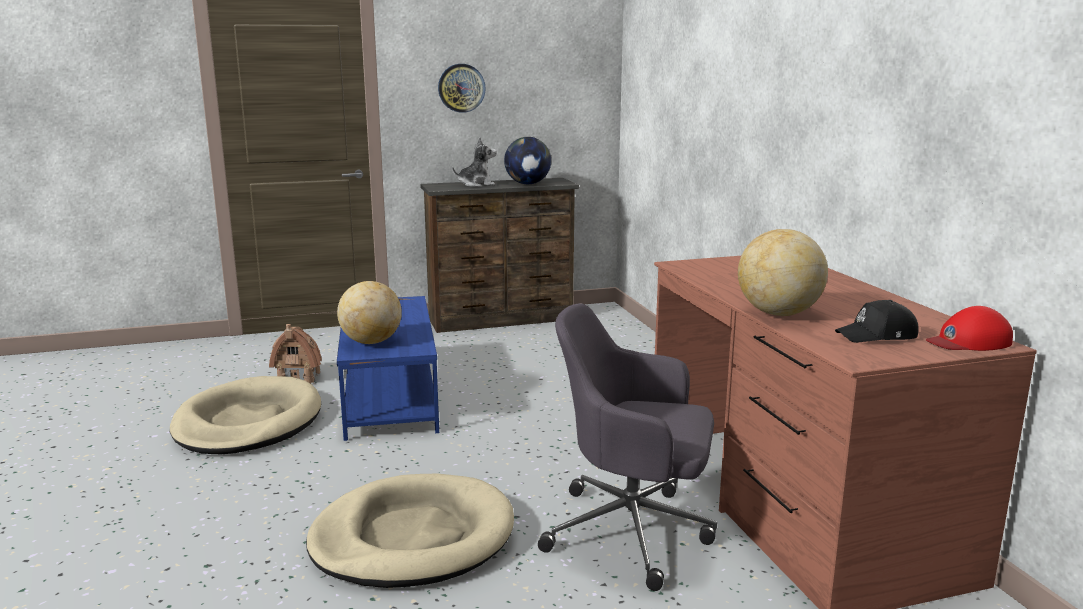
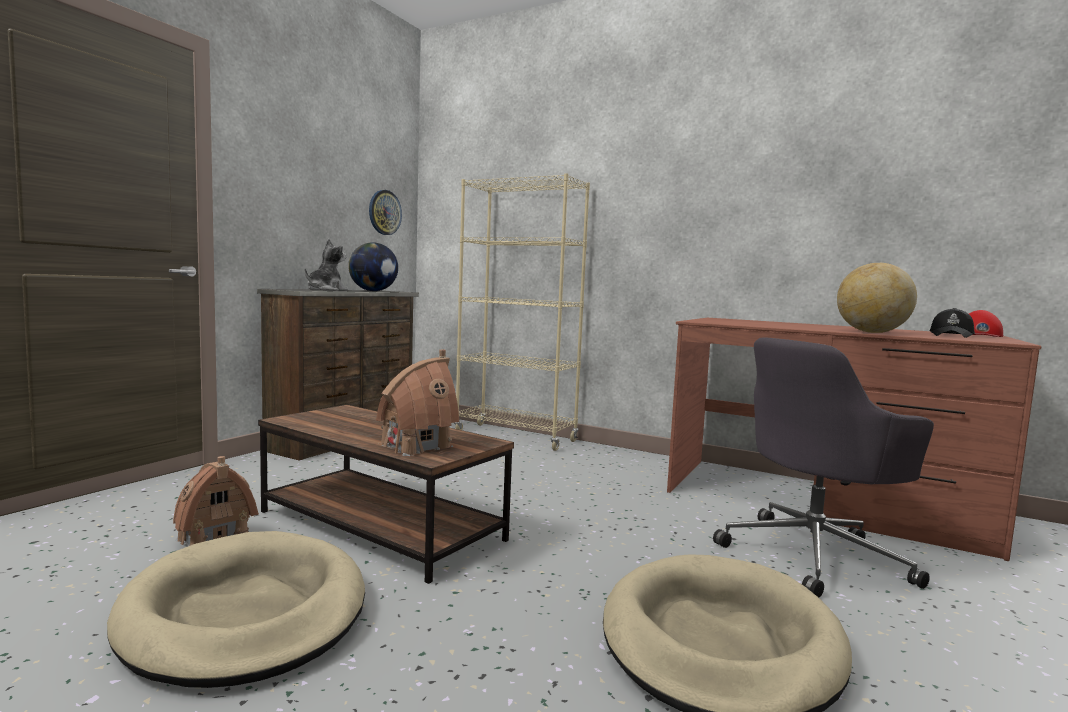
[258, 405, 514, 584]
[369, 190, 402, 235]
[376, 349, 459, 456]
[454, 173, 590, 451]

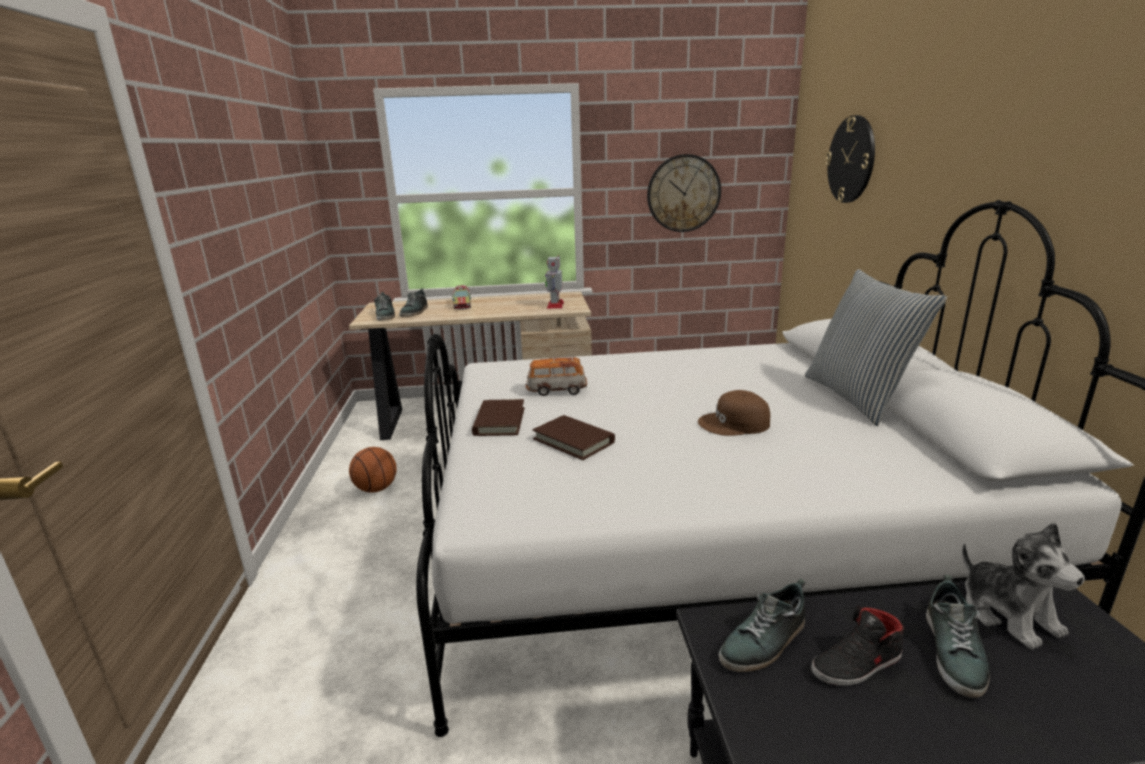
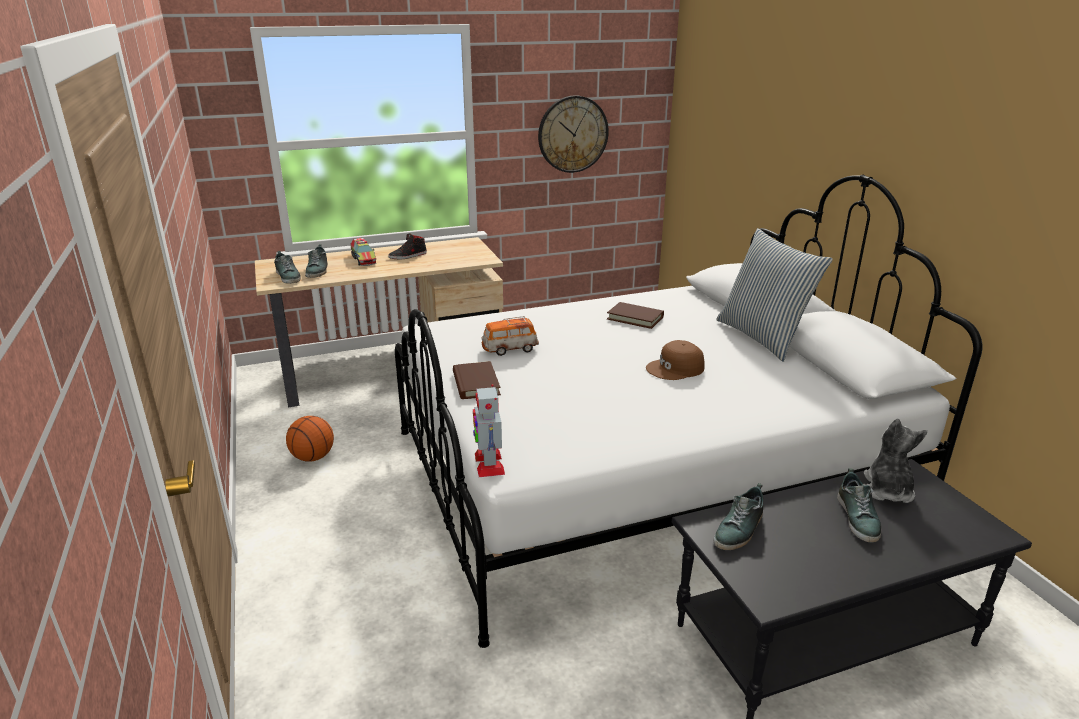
[388, 233, 427, 260]
[473, 384, 505, 477]
[607, 302, 664, 329]
[863, 418, 927, 503]
[825, 115, 875, 203] (first image)

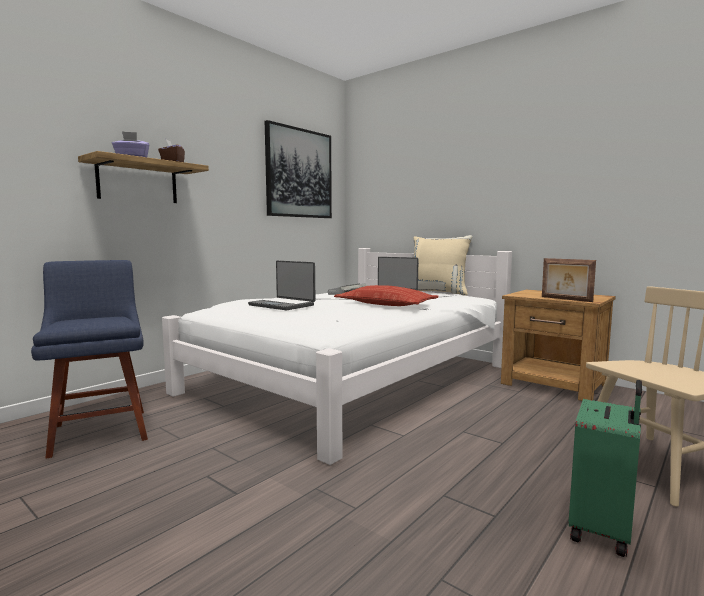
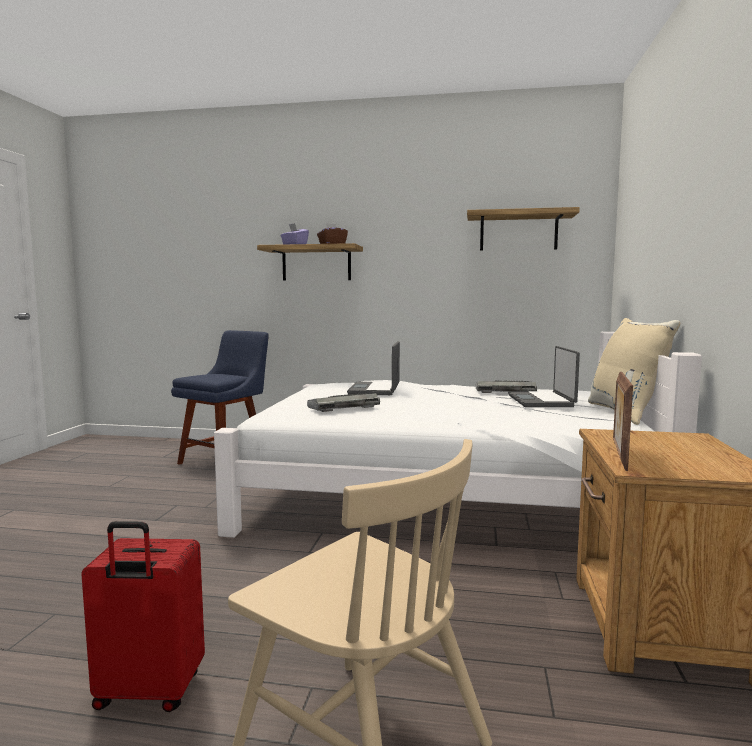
[81, 521, 205, 712]
[307, 393, 380, 412]
[467, 207, 580, 251]
[334, 285, 439, 306] (first image)

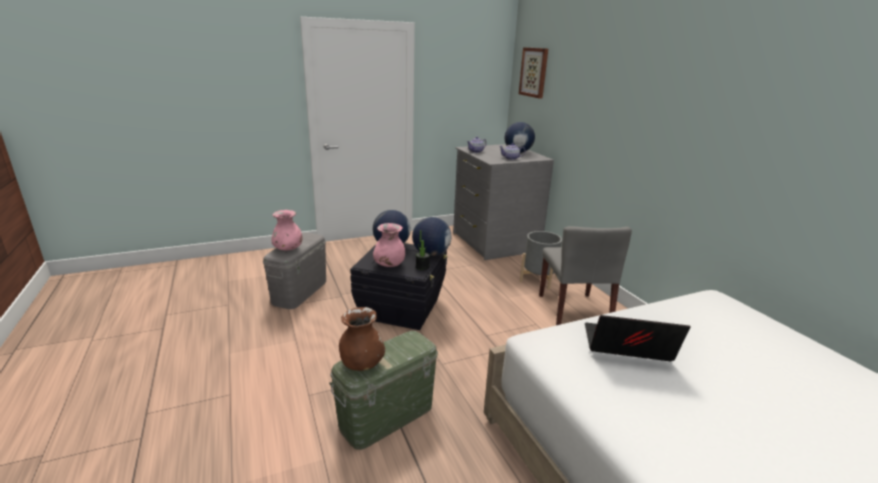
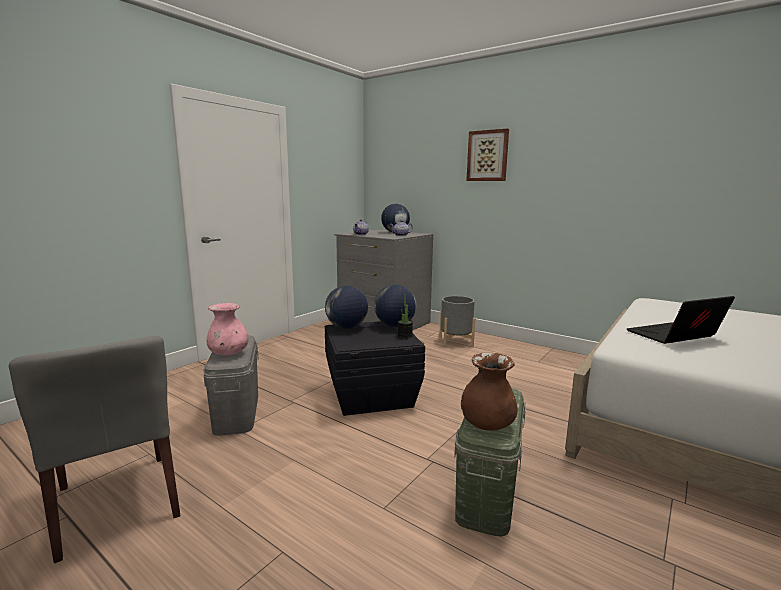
[9, 335, 180, 563]
[466, 128, 509, 181]
[373, 223, 405, 267] (first image)

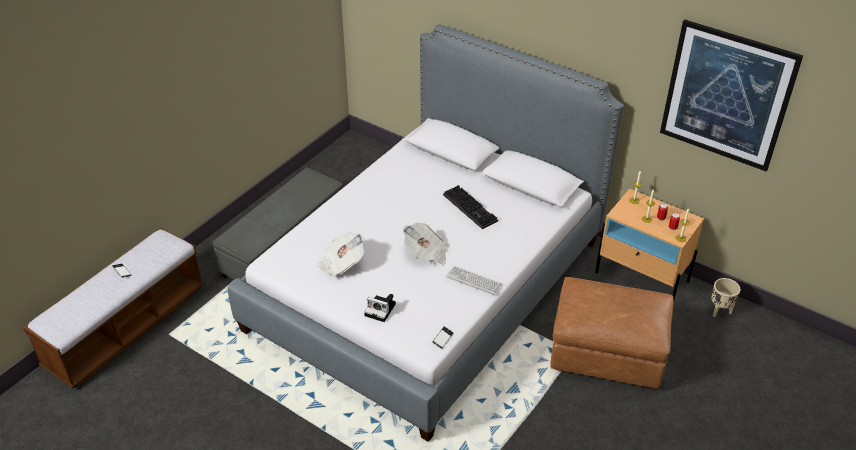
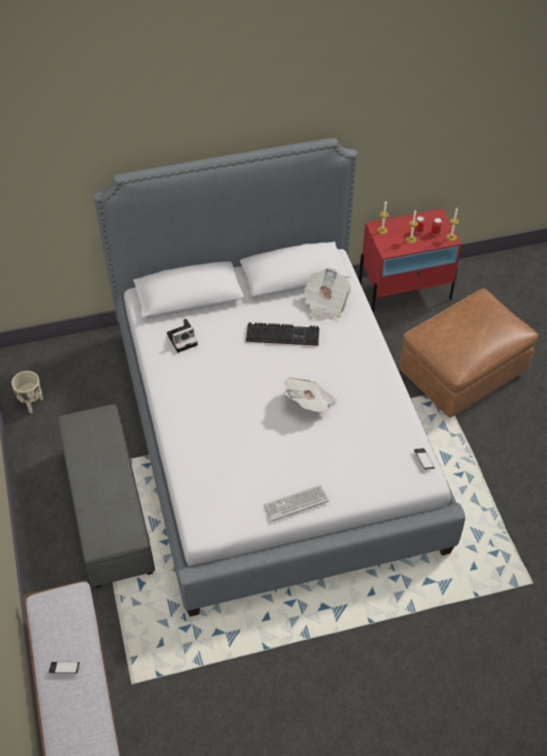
[11, 371, 43, 413]
[167, 319, 198, 353]
[264, 485, 329, 521]
[303, 268, 351, 321]
[359, 208, 462, 313]
[660, 19, 803, 172] (first image)

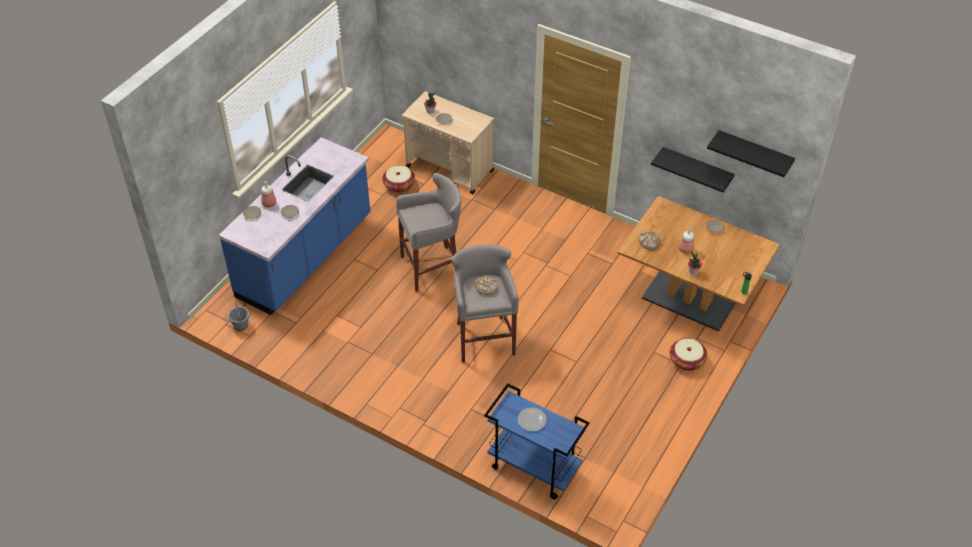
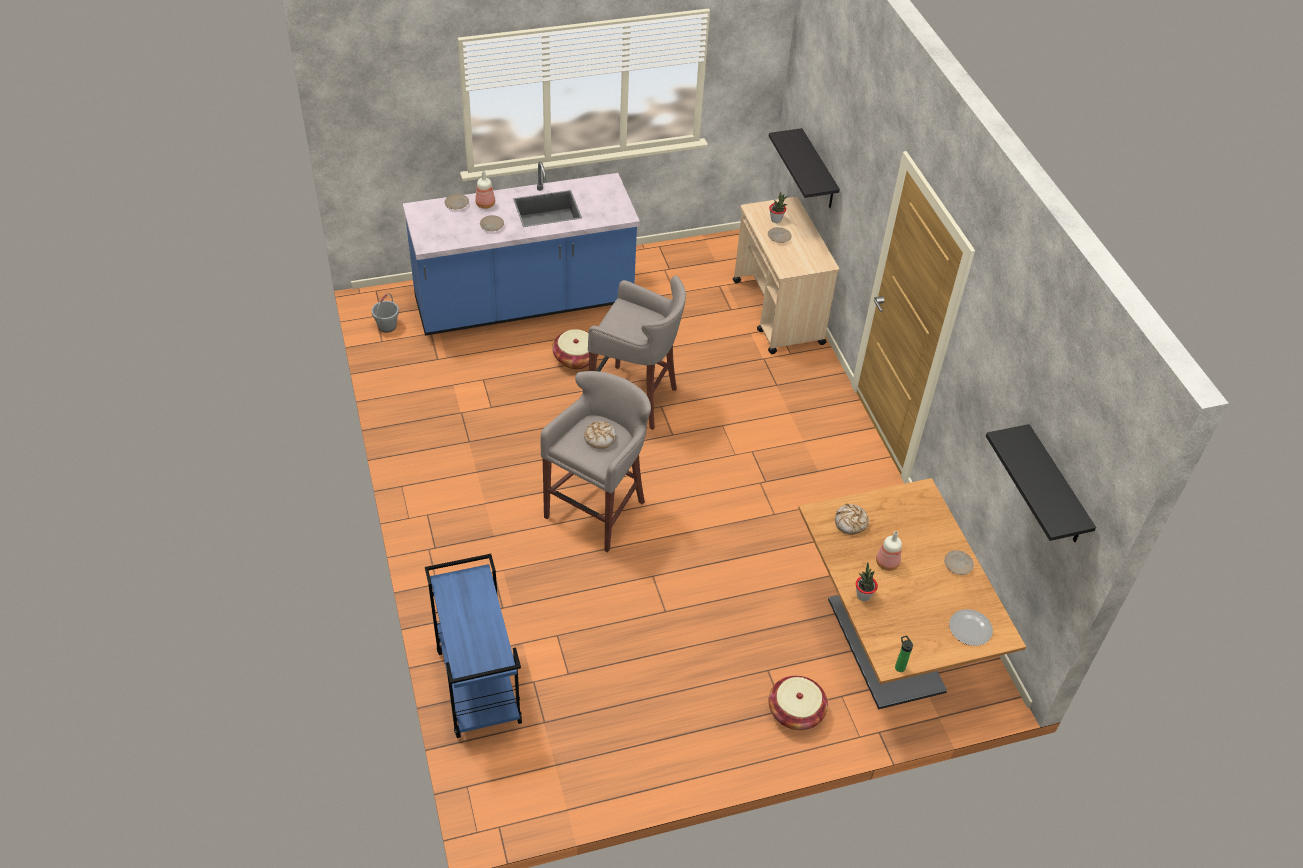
[552, 329, 599, 369]
[769, 128, 840, 208]
[949, 609, 993, 646]

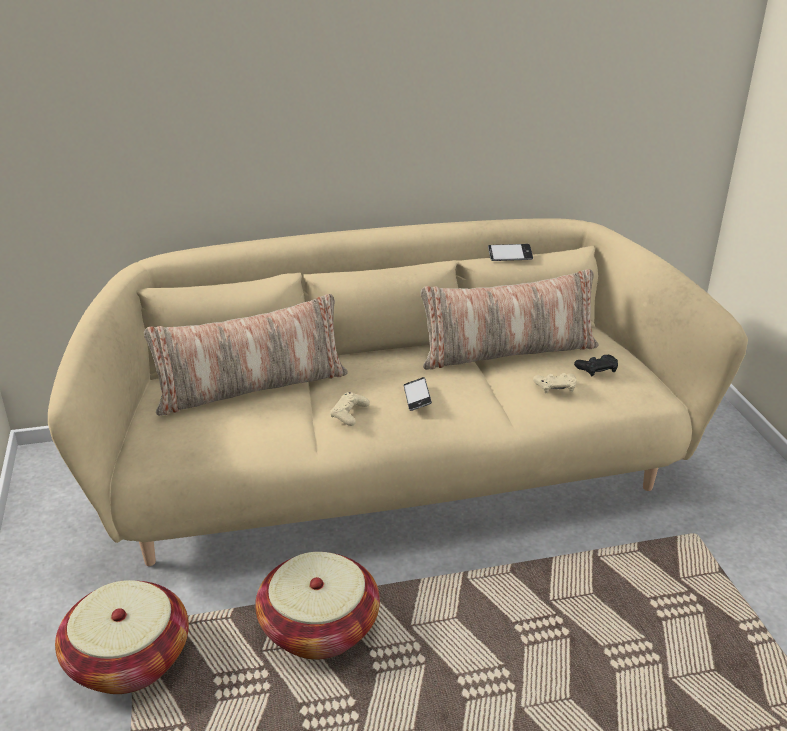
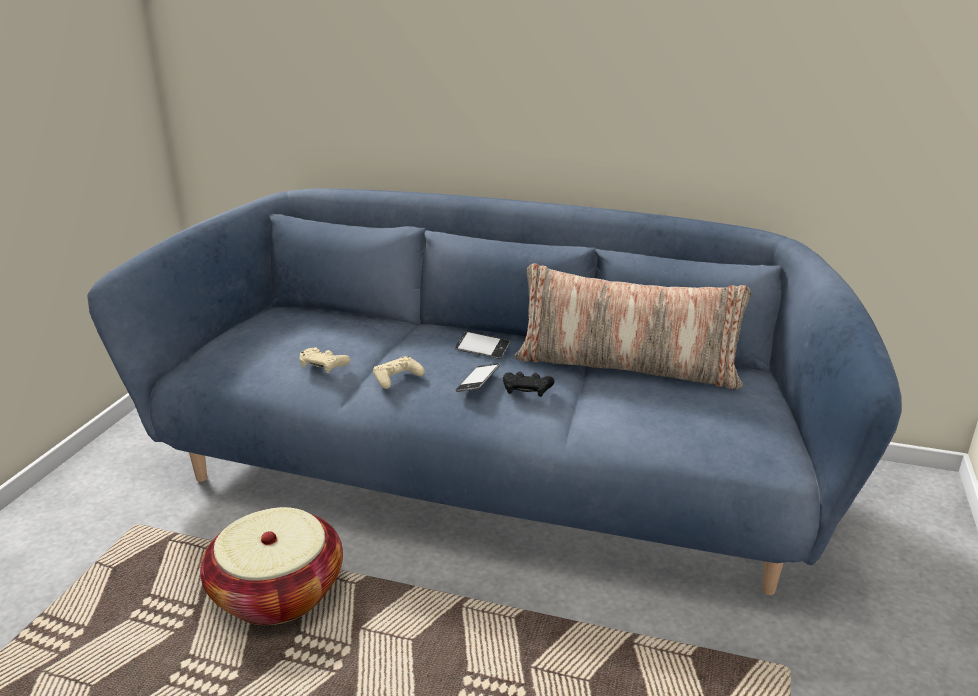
[87, 189, 902, 595]
[299, 347, 350, 373]
[455, 332, 510, 359]
[503, 371, 554, 397]
[55, 580, 189, 694] (first image)
[144, 294, 348, 416] (first image)

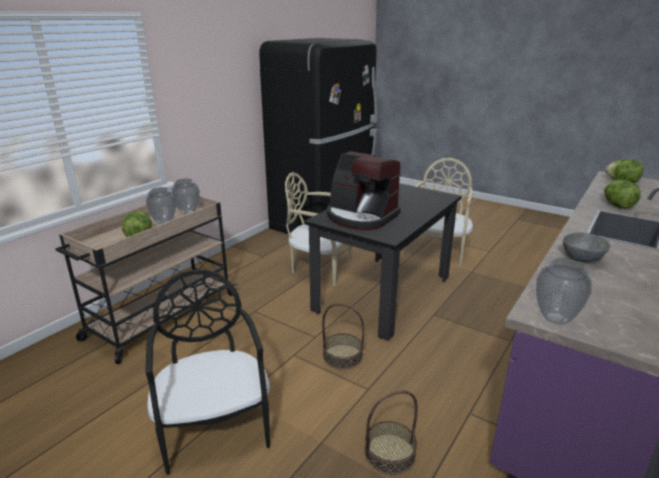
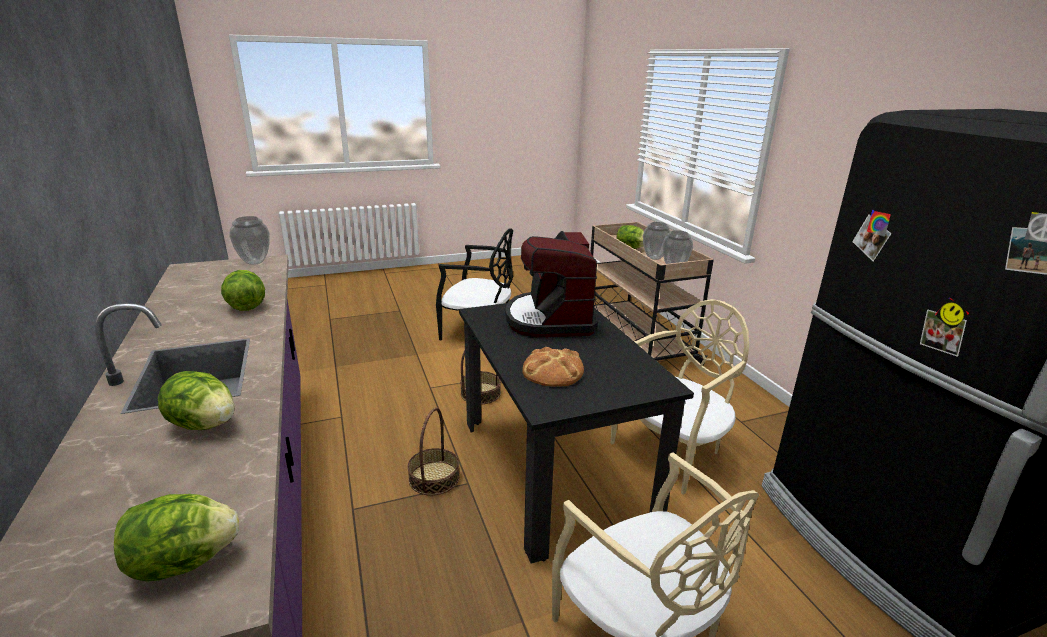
[221, 270, 265, 311]
[407, 407, 460, 495]
[505, 231, 597, 337]
[522, 347, 584, 387]

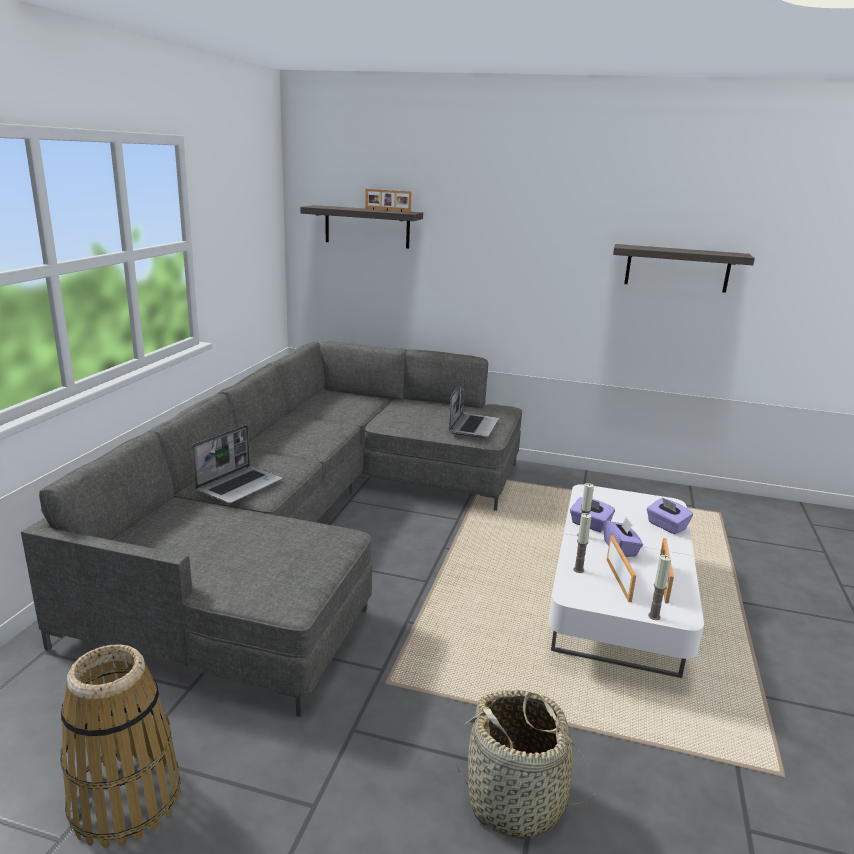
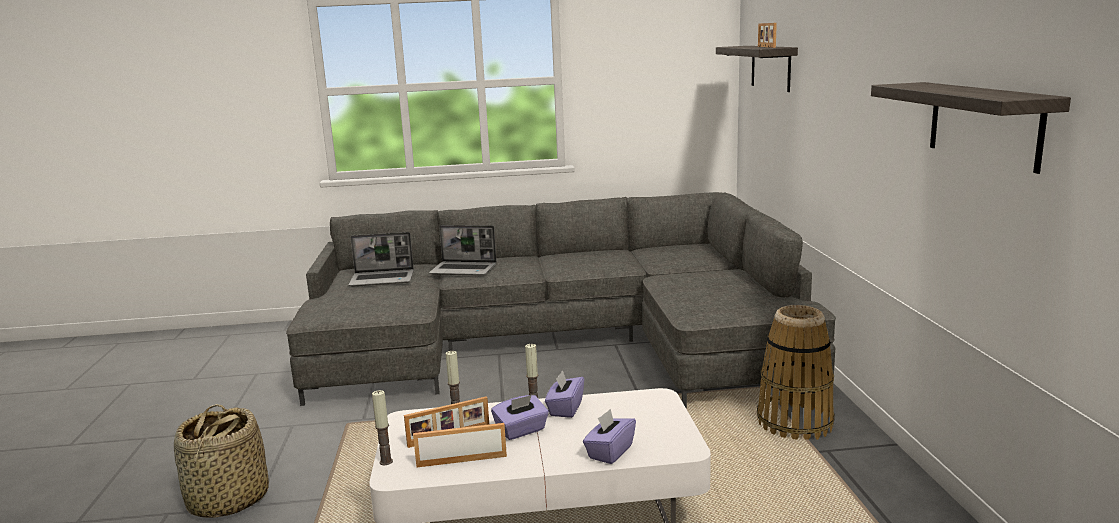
[348, 232, 414, 286]
[757, 305, 835, 440]

